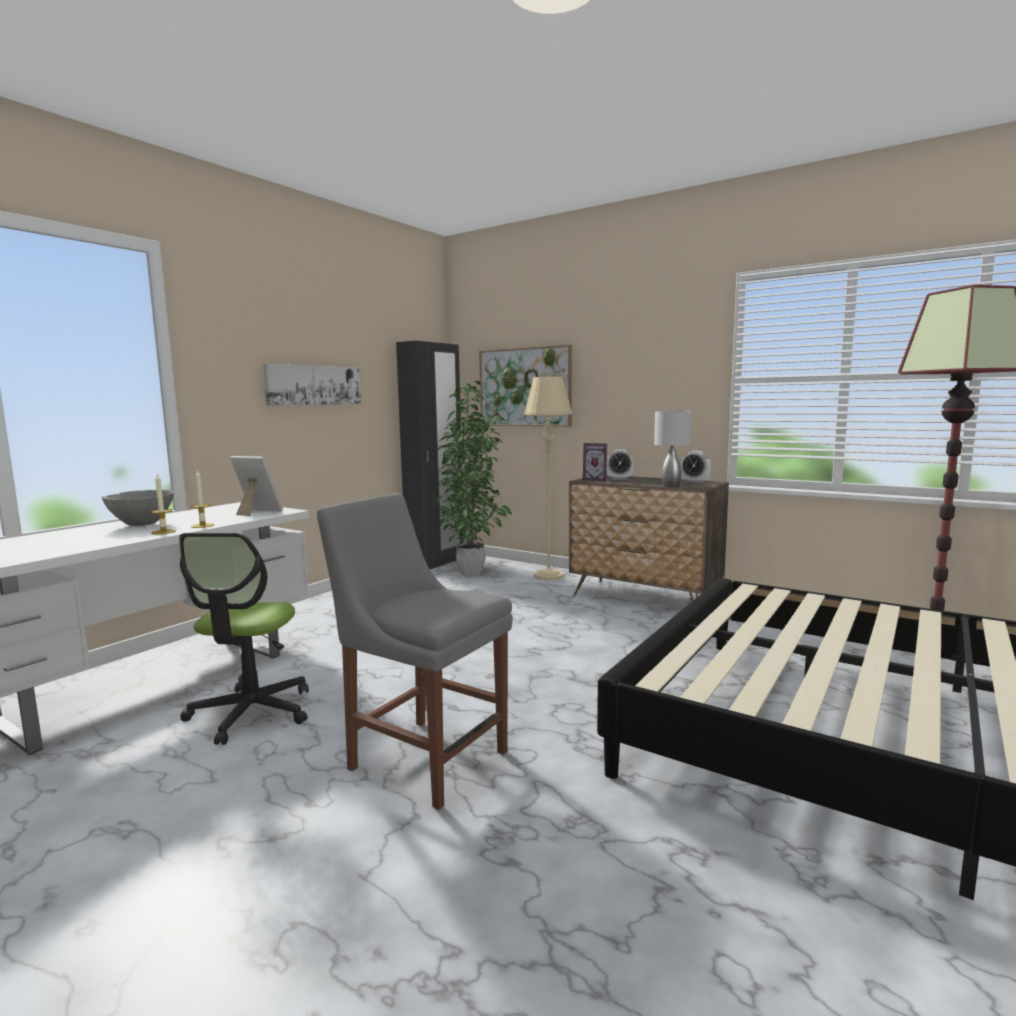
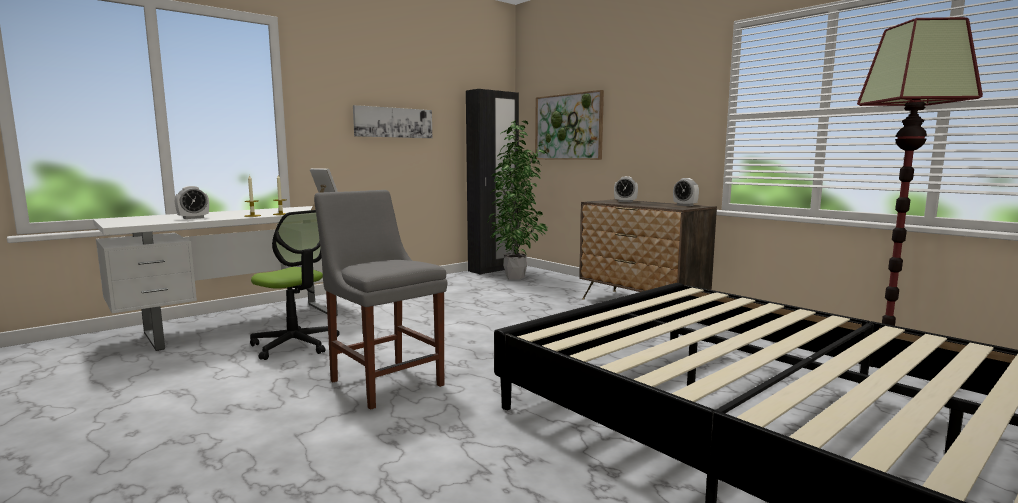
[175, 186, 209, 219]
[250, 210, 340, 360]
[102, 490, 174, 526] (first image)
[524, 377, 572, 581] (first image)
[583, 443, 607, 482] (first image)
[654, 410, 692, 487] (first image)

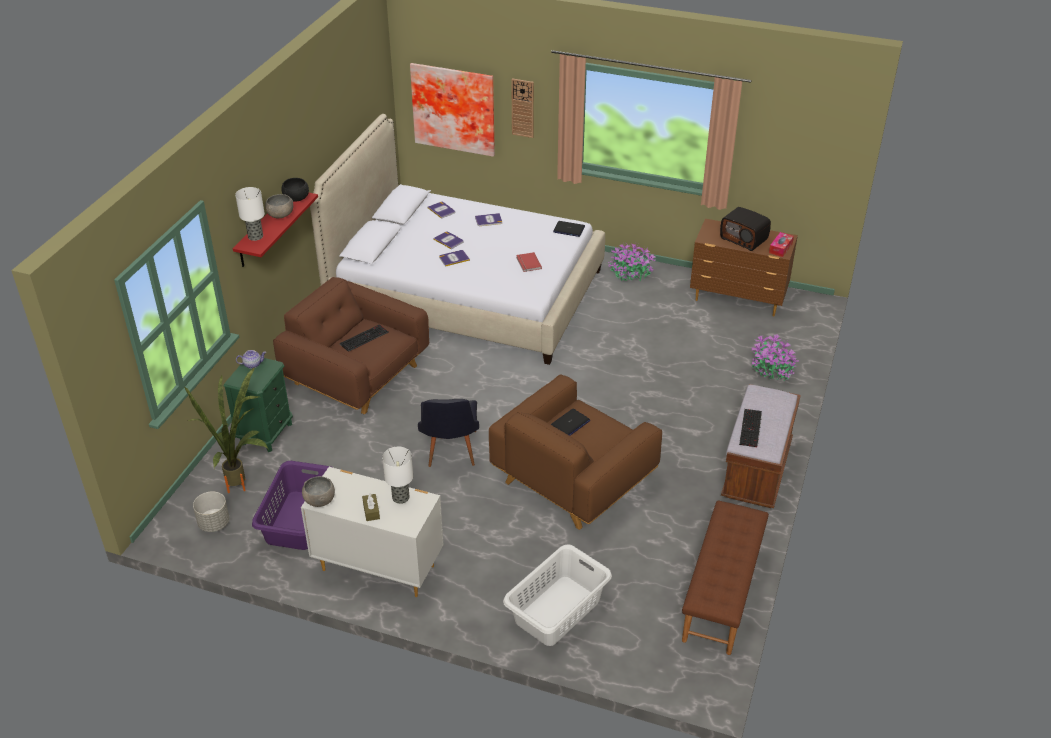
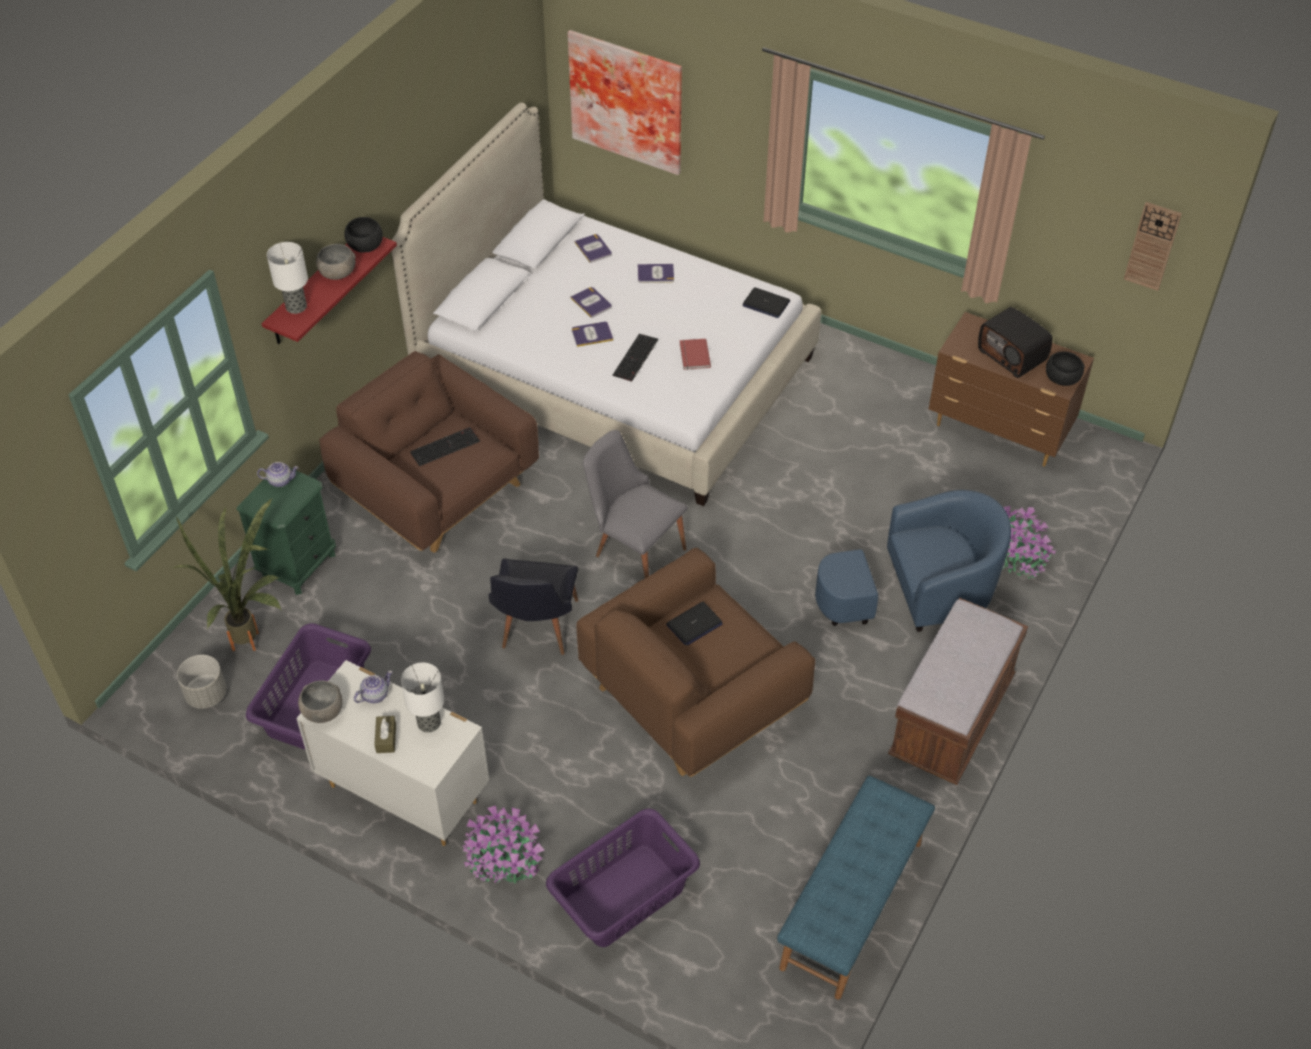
[354, 671, 392, 703]
[462, 806, 545, 884]
[546, 809, 700, 947]
[583, 430, 687, 578]
[612, 334, 658, 382]
[777, 776, 935, 1000]
[815, 490, 1011, 632]
[1046, 352, 1085, 386]
[1124, 202, 1182, 291]

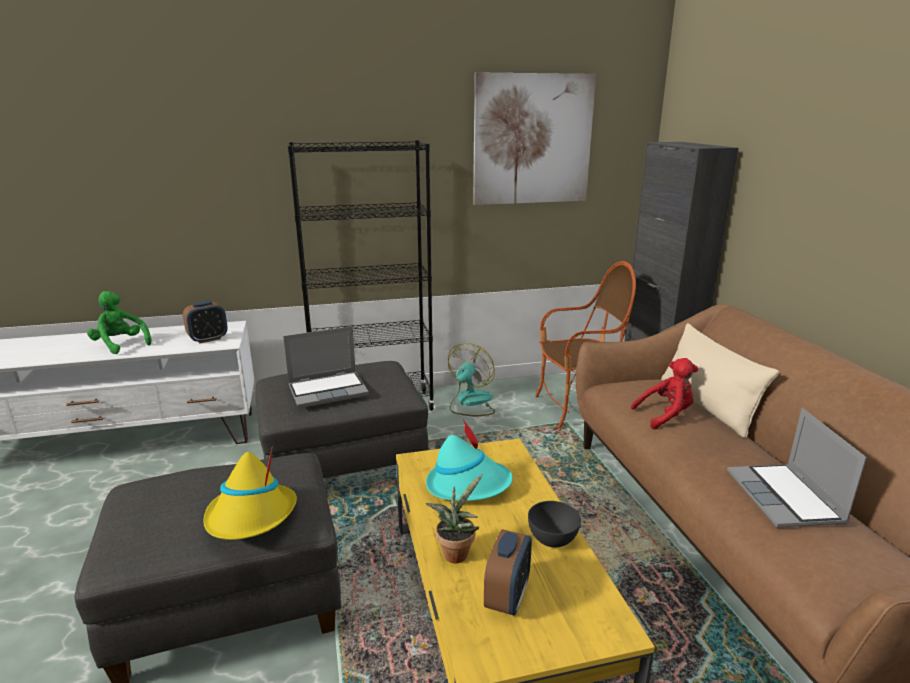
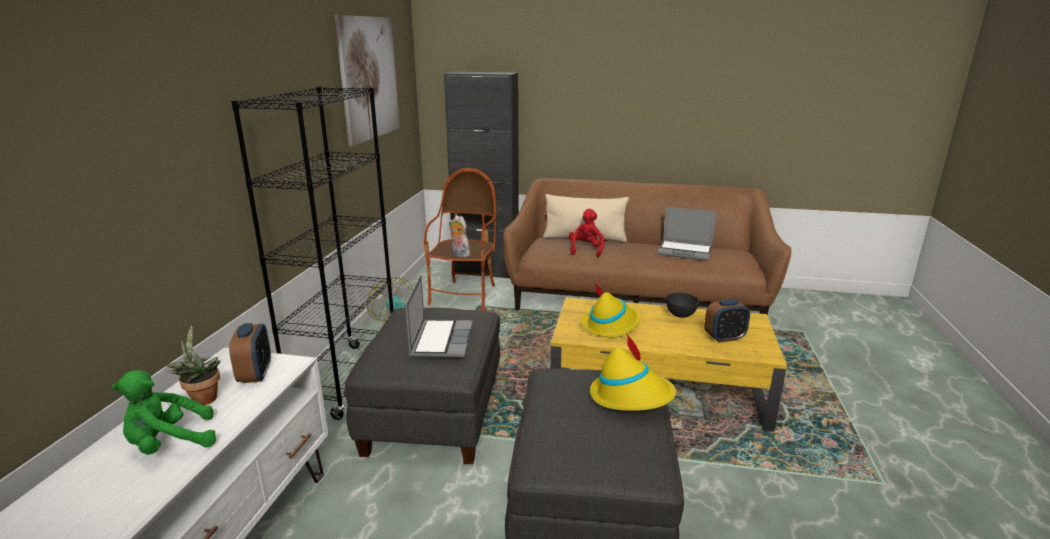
[165, 326, 221, 405]
[449, 215, 470, 257]
[581, 283, 641, 337]
[704, 299, 750, 343]

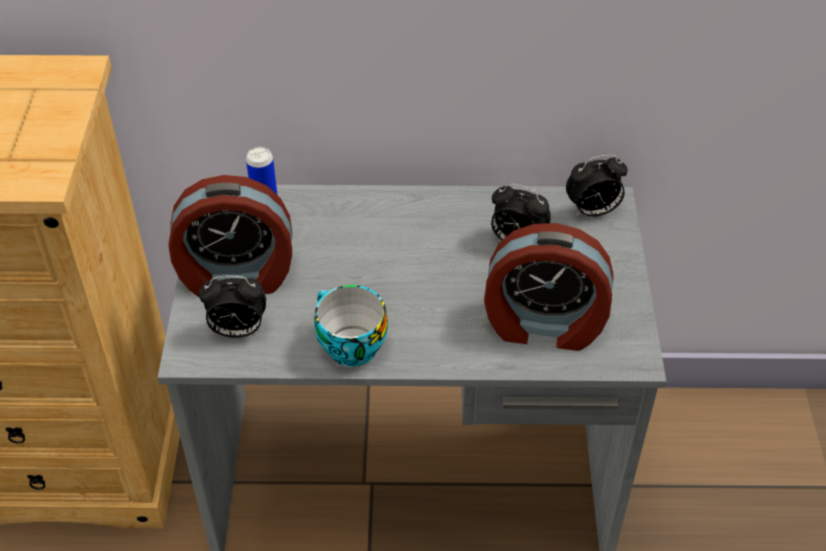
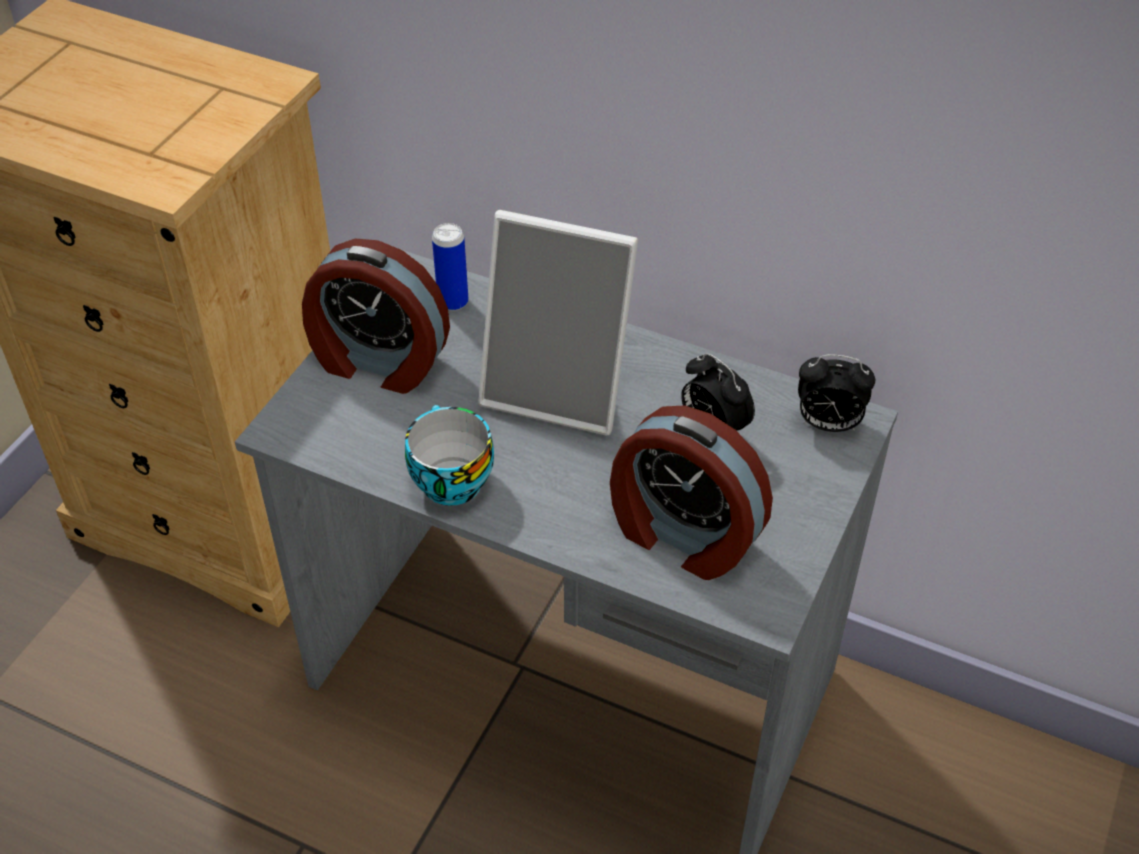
[478, 210, 638, 436]
[199, 275, 266, 338] (first image)

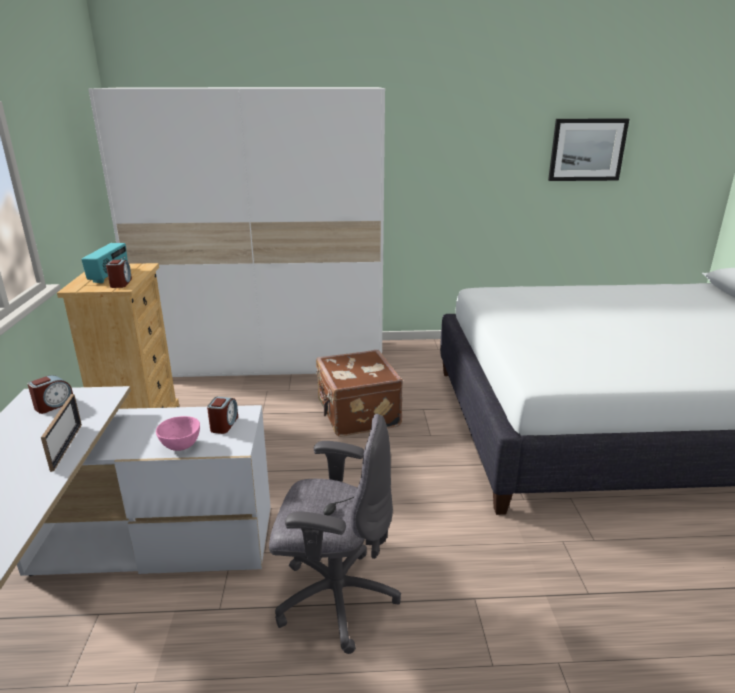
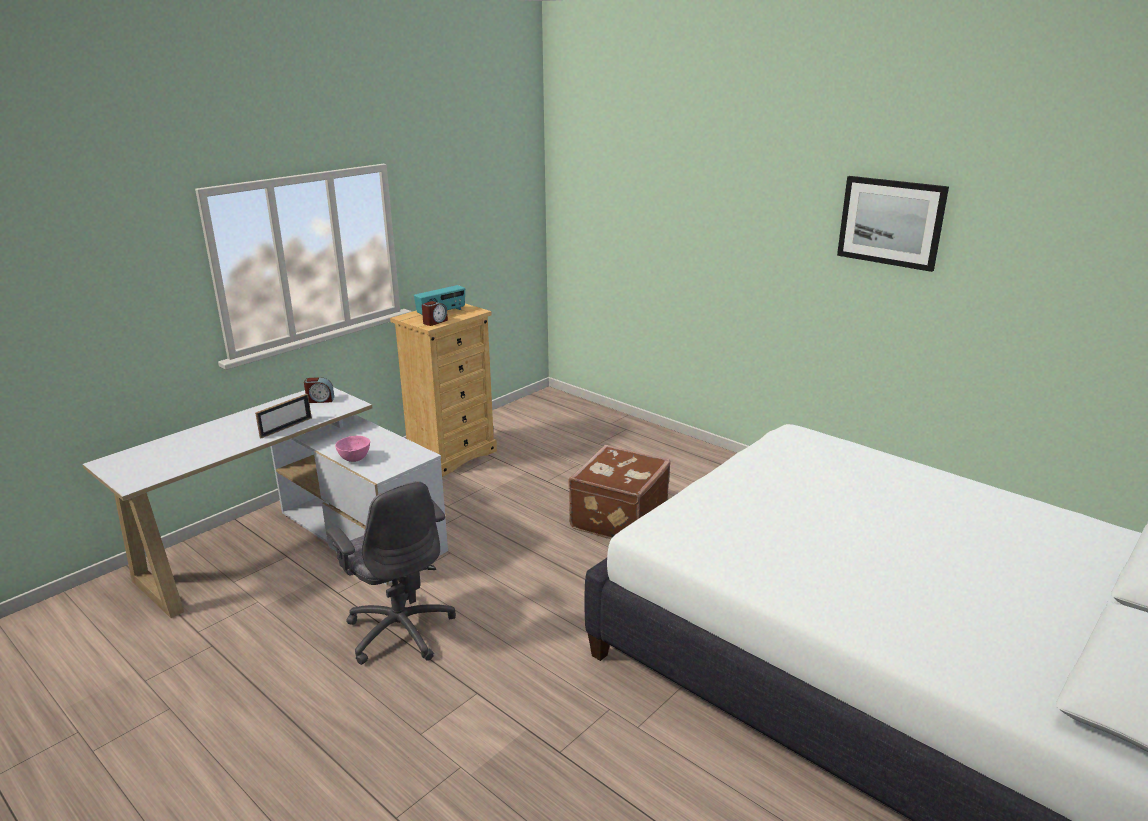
[837, 176, 949, 272]
[88, 87, 385, 377] (first image)
[207, 397, 238, 434] (first image)

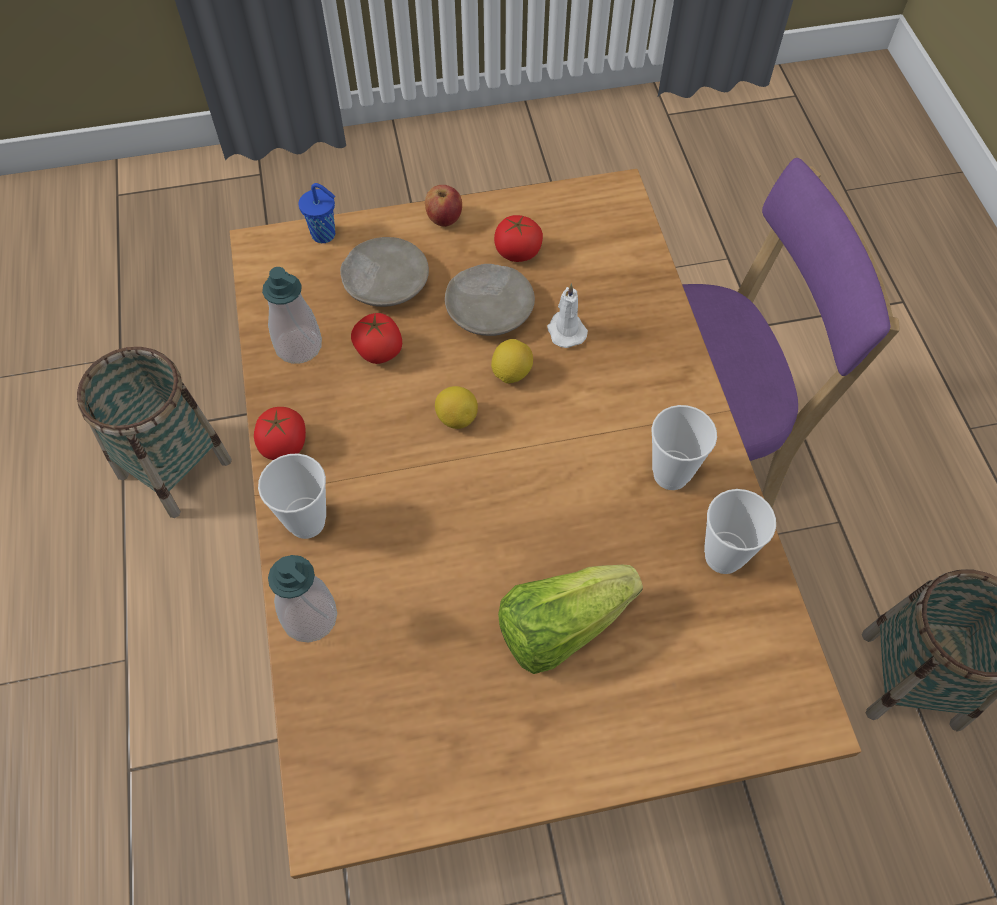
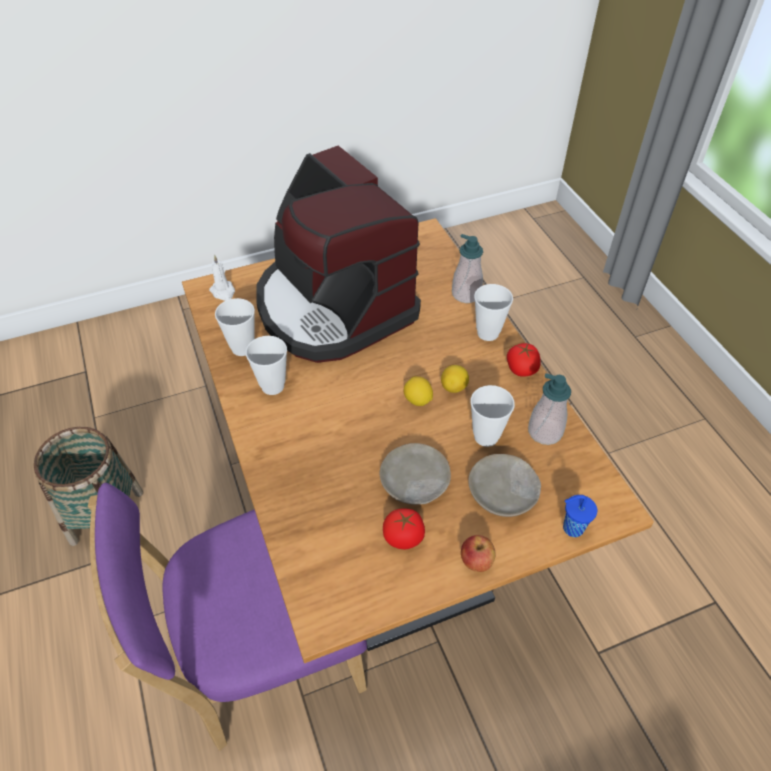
[209, 255, 235, 301]
[256, 146, 421, 363]
[441, 365, 469, 393]
[470, 385, 515, 447]
[77, 347, 232, 518] (first image)

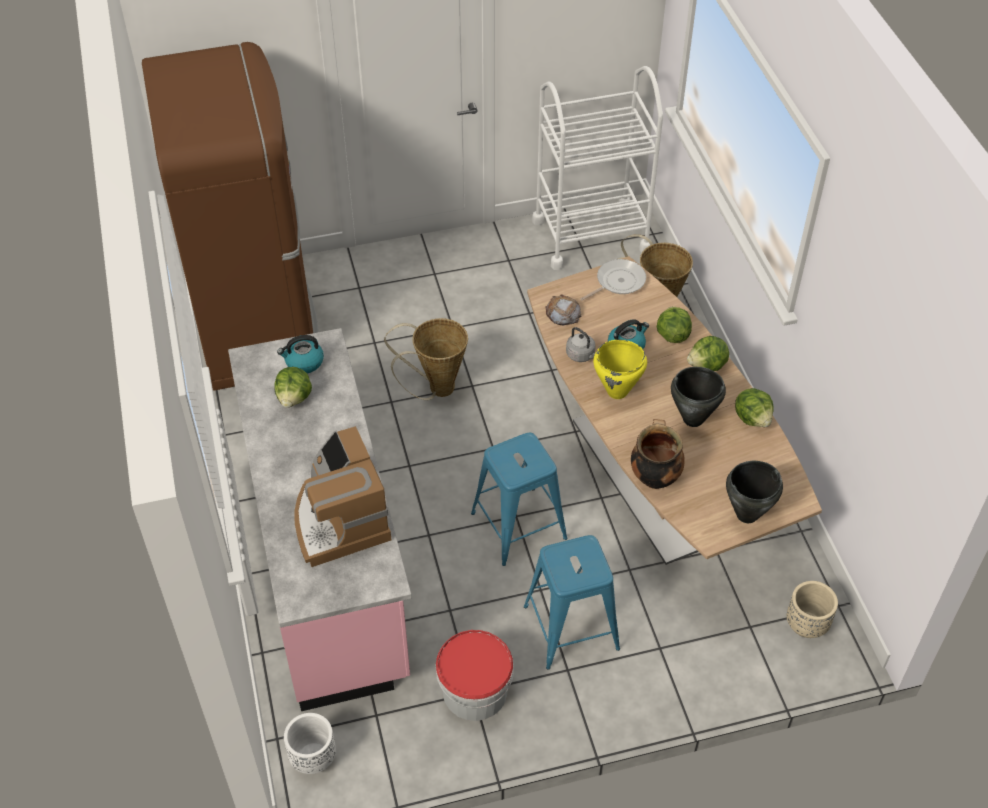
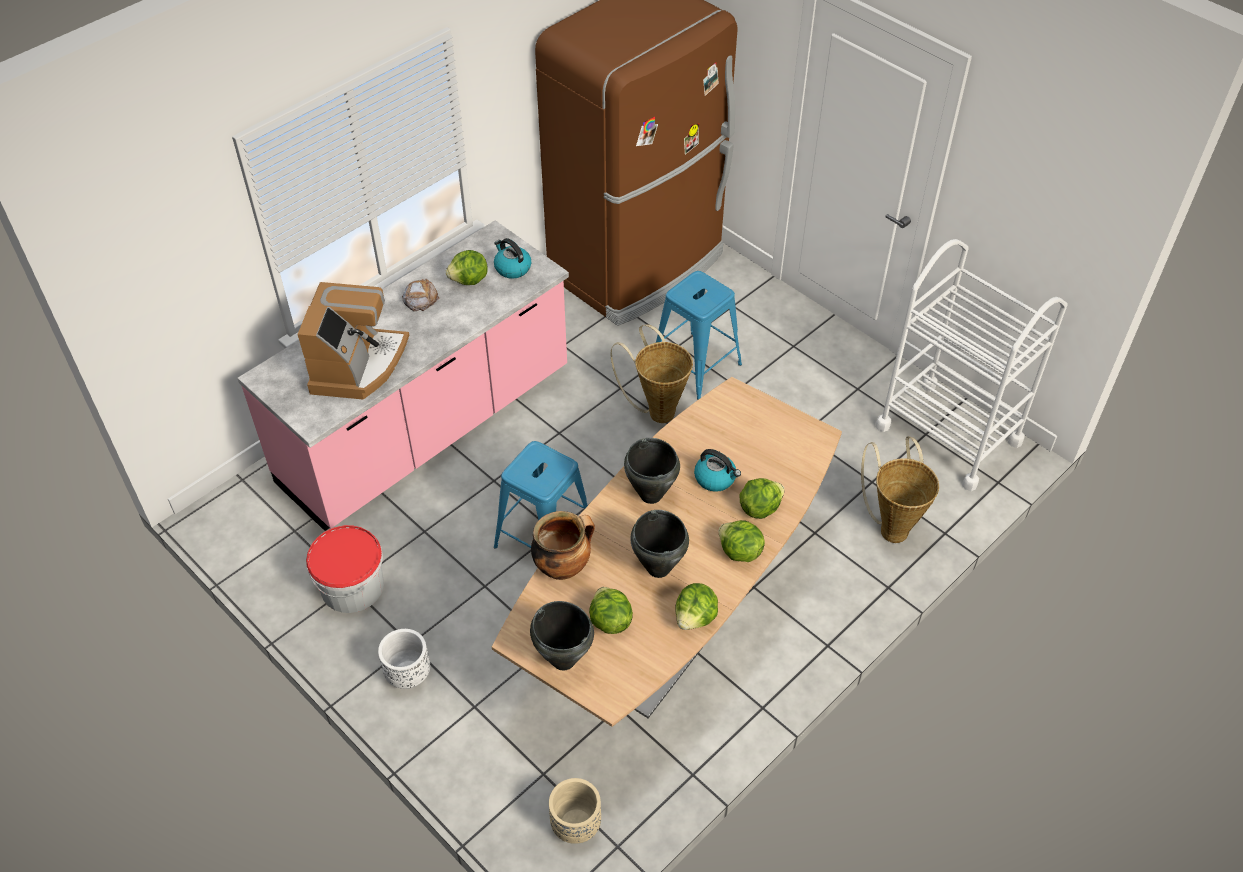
[297, 282, 409, 400]
[378, 629, 430, 689]
[402, 279, 440, 311]
[589, 587, 633, 634]
[624, 438, 680, 504]
[656, 271, 742, 400]
[566, 327, 596, 362] (first image)
[580, 259, 646, 301] (first image)

